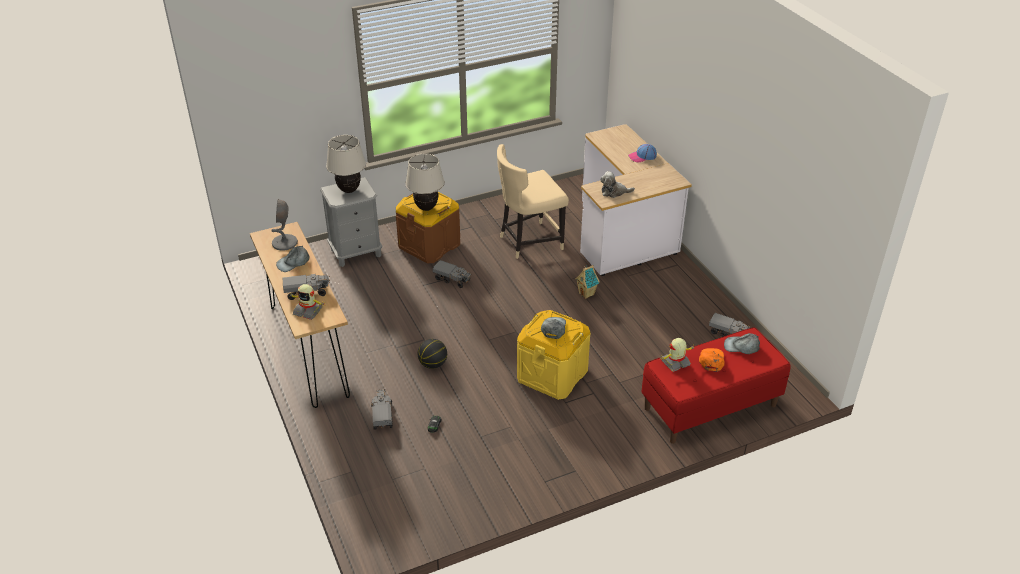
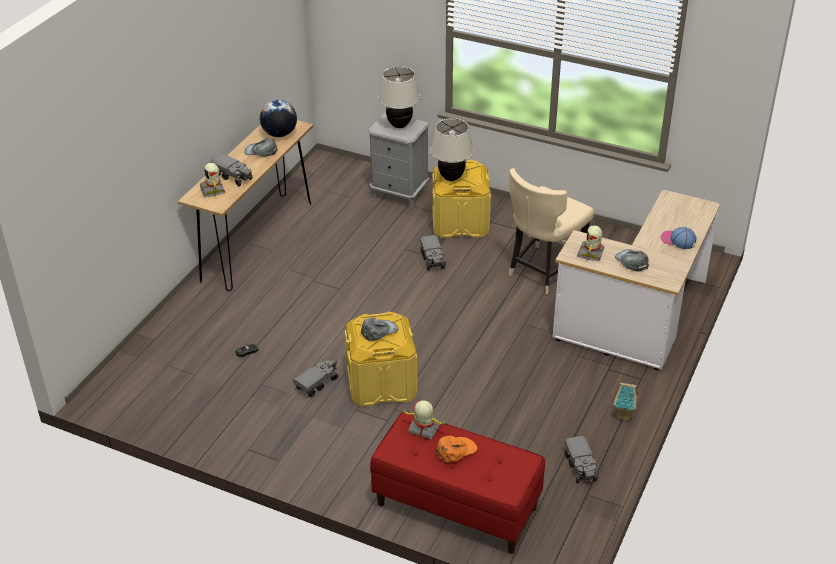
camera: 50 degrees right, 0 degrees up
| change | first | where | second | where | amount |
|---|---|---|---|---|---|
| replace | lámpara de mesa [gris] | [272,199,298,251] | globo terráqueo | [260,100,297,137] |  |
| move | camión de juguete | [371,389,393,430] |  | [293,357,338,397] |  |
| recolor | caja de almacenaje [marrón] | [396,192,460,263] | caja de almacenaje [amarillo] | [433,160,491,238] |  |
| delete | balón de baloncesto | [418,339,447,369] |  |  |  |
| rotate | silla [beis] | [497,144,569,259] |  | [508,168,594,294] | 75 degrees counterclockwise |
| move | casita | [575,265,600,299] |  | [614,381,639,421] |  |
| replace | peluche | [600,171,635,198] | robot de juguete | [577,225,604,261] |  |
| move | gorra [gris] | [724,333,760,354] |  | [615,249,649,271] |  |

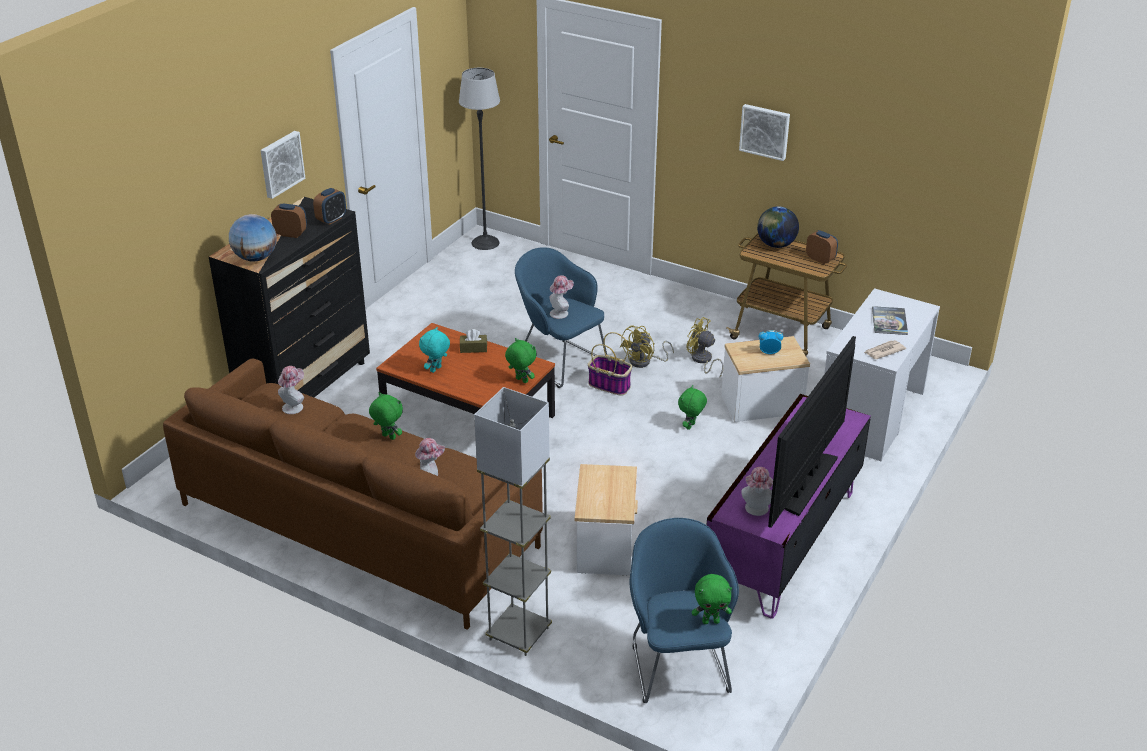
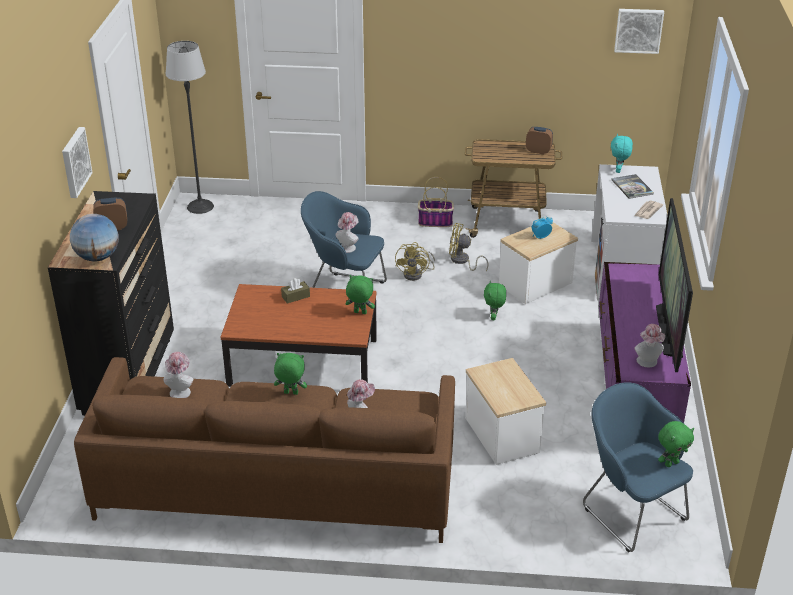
camera: 25 degrees left, 0 degrees up
| change | first | where | second | where | amount |
|---|---|---|---|---|---|
| delete | despertador | [313,188,346,225] |  |  |  |
| move | peluche [turquesa] | [419,327,450,373] |  | [611,134,633,173] |  |
| delete | lámpara de pie [gris] | [474,387,552,656] |  |  |  |
| move | cesta | [588,332,632,396] |  | [418,177,454,227] |  |
| move | cuadro | [739,104,790,161] |  | [614,9,664,54] |  |
| delete | globo terráqueo | [757,206,799,248] |  |  |  |

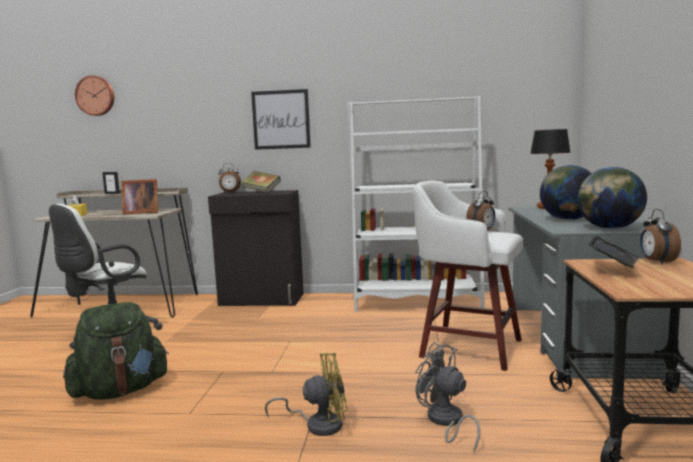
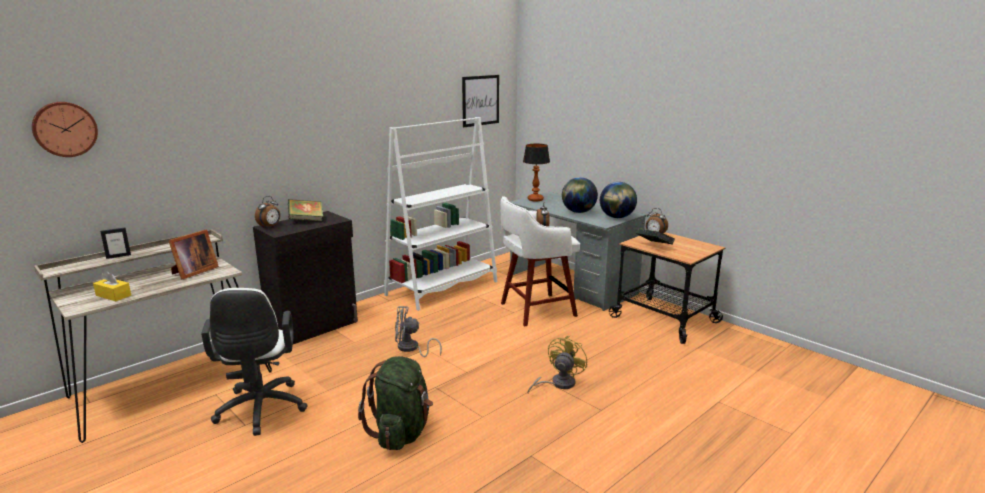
camera: 50 degrees left, 10 degrees up
| change | first | where | second | where | amount |
|---|---|---|---|---|---|
| move | cuadro | [251,89,311,150] |  | [462,75,499,127] |  |
| move | ventilador [gris] | [415,342,480,452] |  | [395,306,442,357] |  |

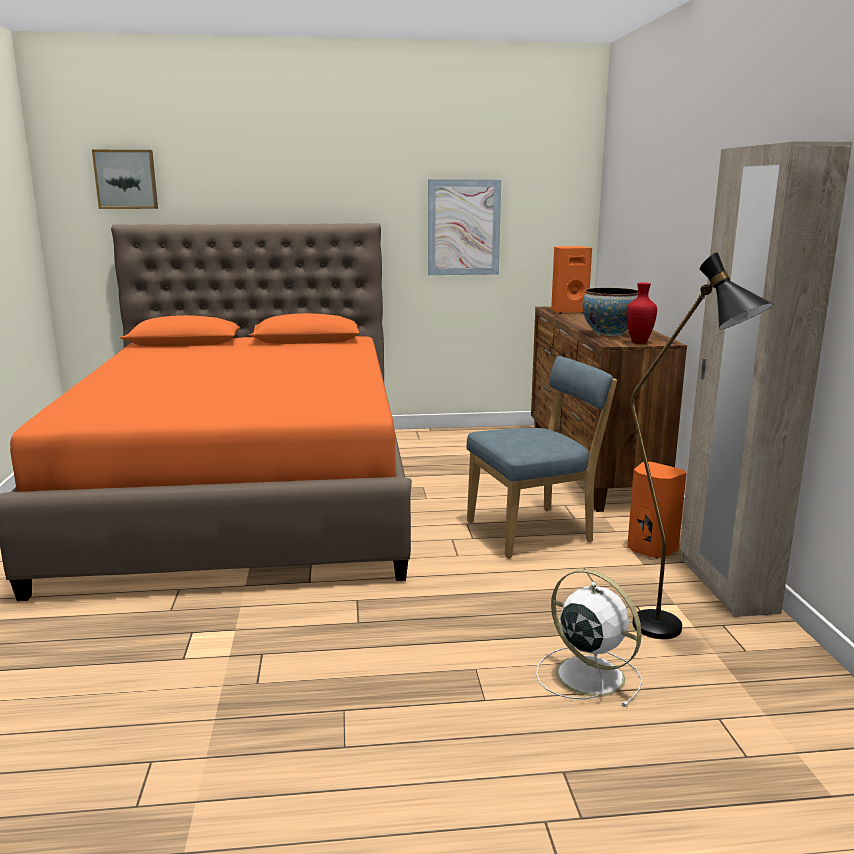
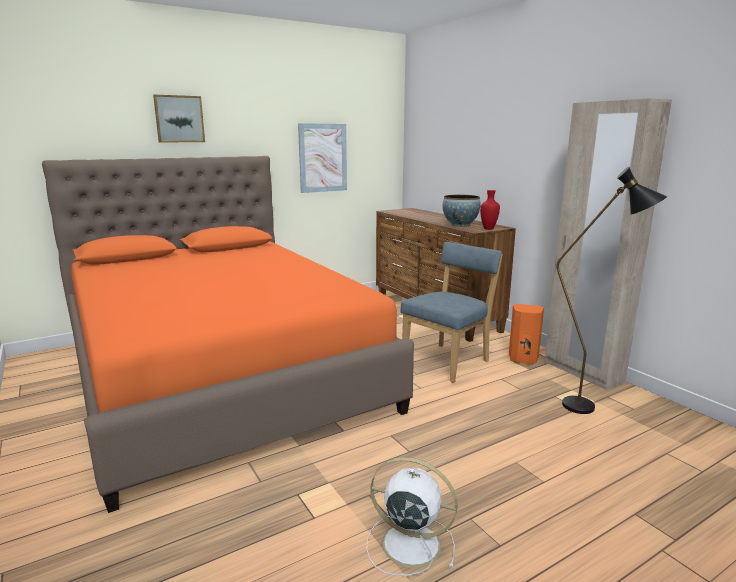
camera: 25 degrees left, 0 degrees up
| change | first | where | second | where | amount |
|---|---|---|---|---|---|
| move | cuadro | [92,150,158,209] |  | [153,95,205,142] |  |
| move | ventilador [blanco] | [536,569,642,707] |  | [366,457,458,576] |  |
| delete | altavoz [naranja] | [551,246,592,314] |  |  |  |

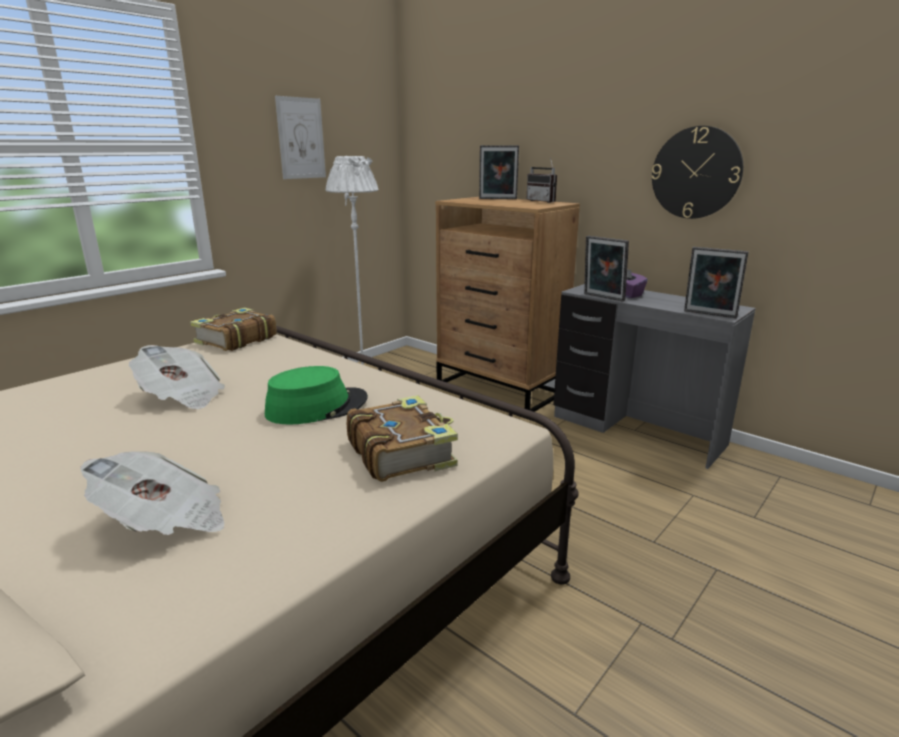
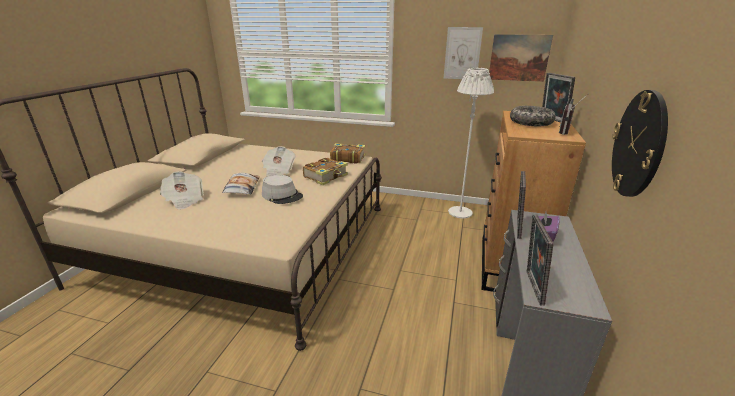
camera: 65 degrees right, 5 degrees up
| change | first | where | second | where | amount |
|---|---|---|---|---|---|
| recolor | sombrero [verde] | [265,366,368,425] | sombrero [gris] | [262,175,303,204] |  |
| move | libro | [347,395,458,482] |  | [303,158,348,185] |  |
| insert |  |  | cojín | [222,173,260,194] |  |
| insert |  |  | cuadro | [489,34,553,82] |  |
| insert |  |  | cuenco | [510,106,556,126] |  |

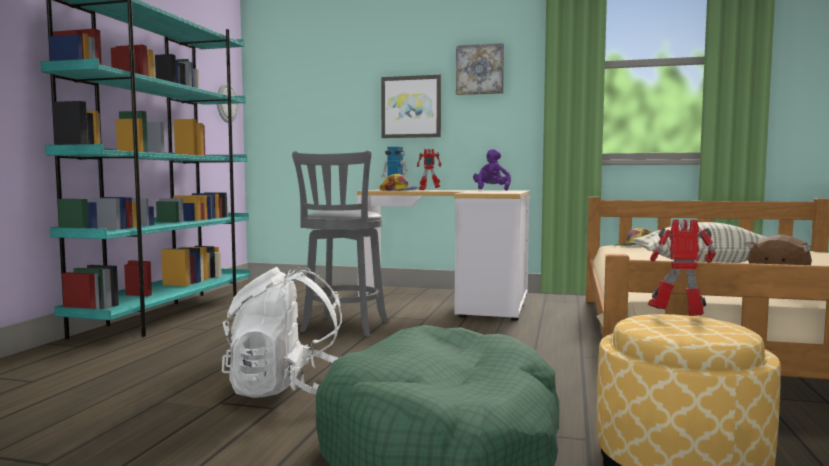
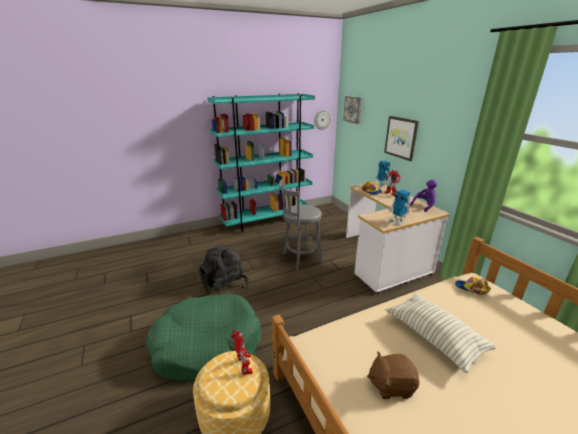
camera: 50 degrees right, 20 degrees up
| change | first | where | second | where | amount |
|---|---|---|---|---|---|
| recolor | mochila [blanco] | [222,267,342,398] | mochila [negro] | [199,244,249,296] |  |
| move | cuadro | [456,43,504,95] |  | [343,96,362,124] |  |
| insert |  |  | robot de juguete | [388,190,410,226] |  |

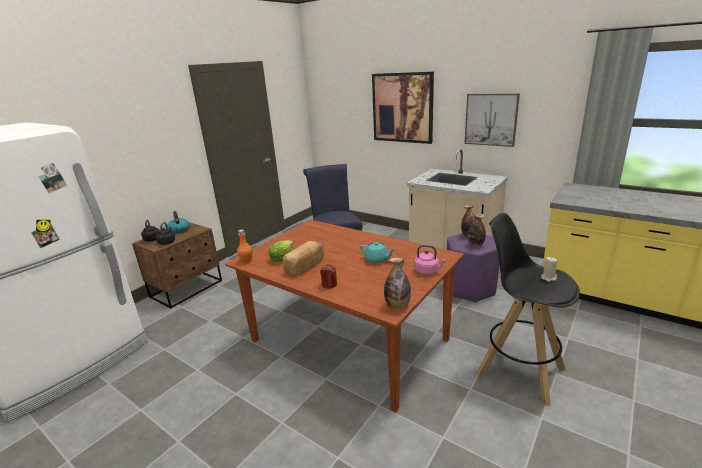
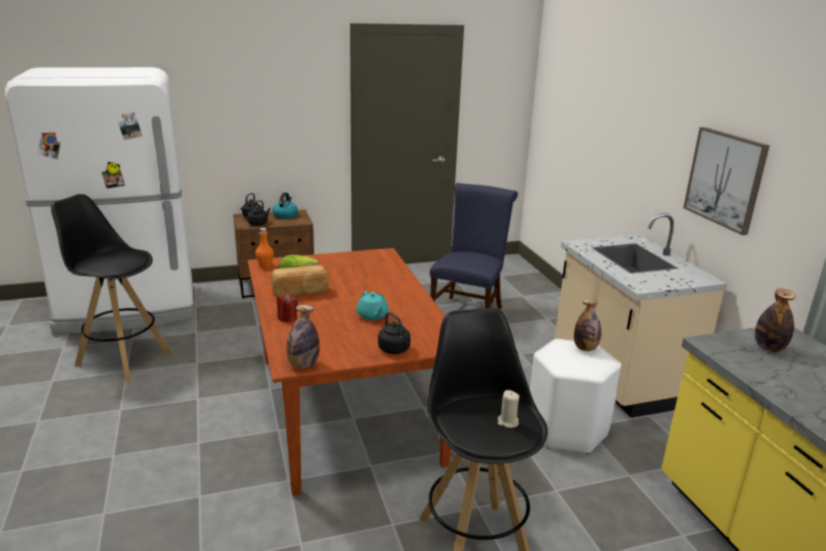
camera: 35 degrees right, 0 degrees up
| change | first | where | second | where | amount |
|---|---|---|---|---|---|
| delete | cuadro | [372,71,434,144] |  |  |  |
| recolor | hervidor [rosa] | [414,245,446,275] | hervidor [negro] | [378,312,411,354] |  |
| recolor | taburete [morado] | [447,233,499,303] | taburete [blanco] | [530,339,621,454] |  |
| move | botella | [467,213,486,247] |  | [755,288,796,352] |  |
| insert |  |  | taburete [negro] | [51,194,172,382] |  |

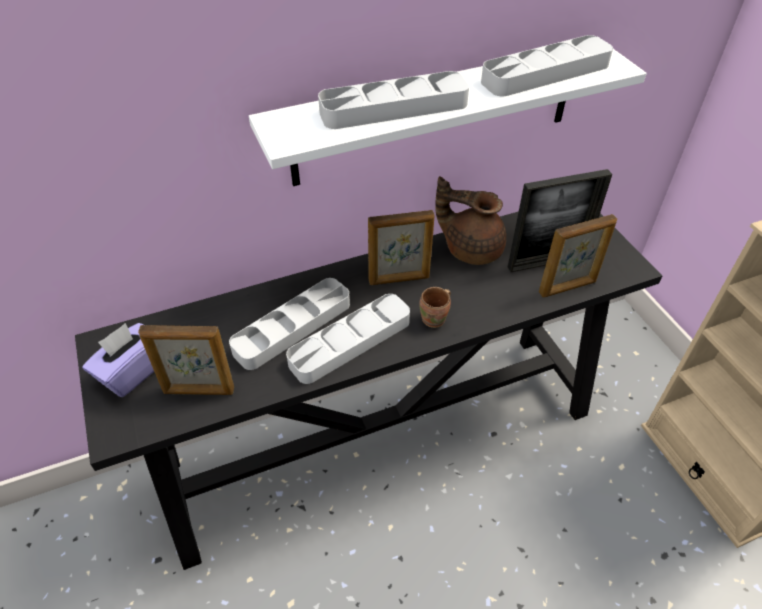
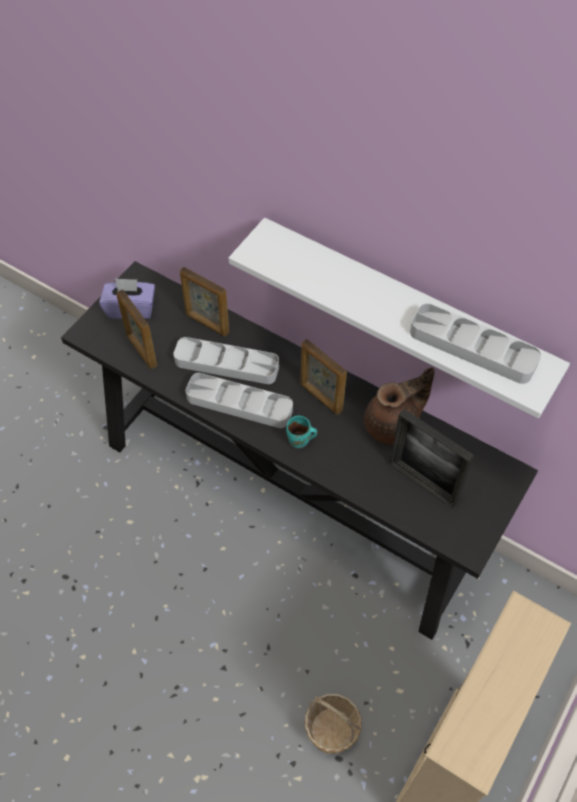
camera: 55 degrees right, 10 degrees up
| change | first | where | second | where | amount |
|---|---|---|---|---|---|
| delete | bandeja [gris] | [318,71,469,129] |  |  |  |
| recolor | taza grande [marrón] | [419,287,451,328] | taza grande [turquesa] | [286,416,318,448] |  |
| rotate | tetera [marrón] | [435,176,506,265] |  | [364,367,435,445] | 75 degrees clockwise |
| move | portarretratos | [539,214,617,297] |  | [180,267,229,336] |  |
| insert |  |  | cesta | [305,694,362,754] |  |

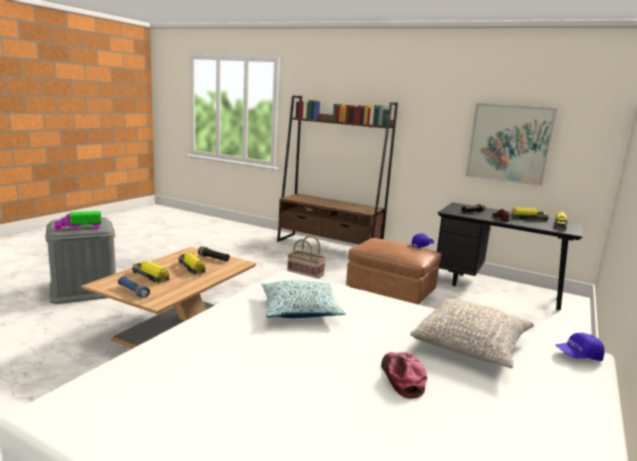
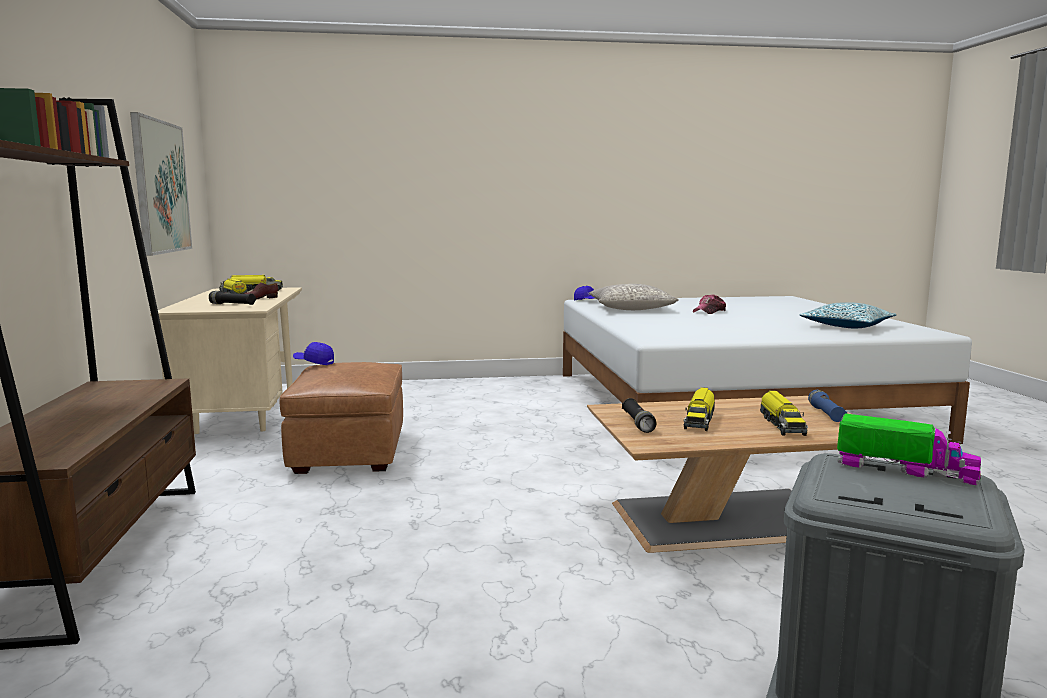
camera: 125 degrees left, 5 degrees down
| change | first | where | second | where | amount |
|---|---|---|---|---|---|
| move | cojín | [261,280,346,318] |  | [799,302,896,328] |  |
| delete | cesta | [287,235,326,279] |  |  |  |
| recolor | escritorio [negro] | [437,202,582,310] | escritorio [beis] | [150,287,302,434] |  |

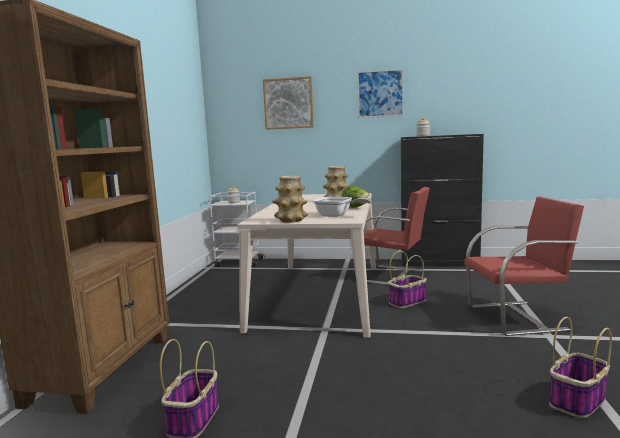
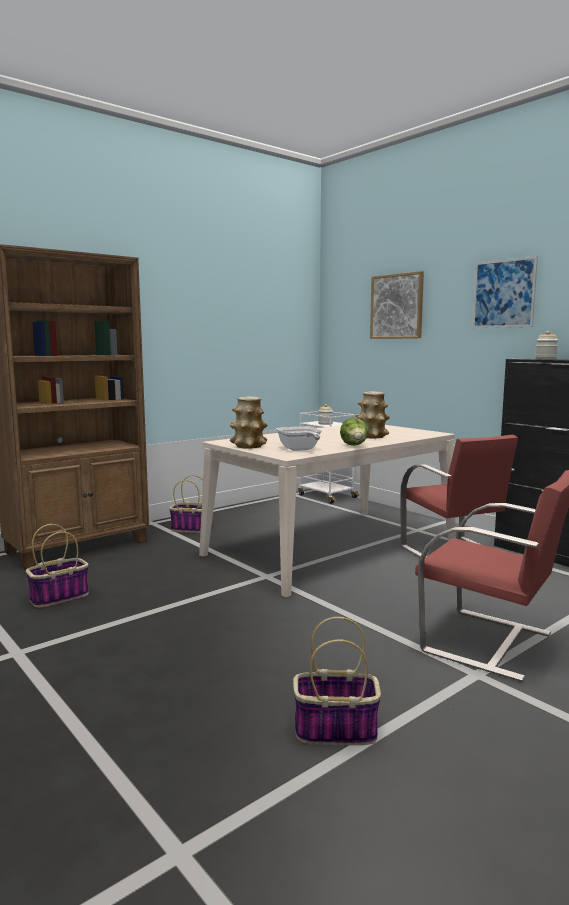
camera: 40 degrees right, 0 degrees up
| change | first | where | second | where | amount |
|---|---|---|---|---|---|
| move | cesta | [388,251,427,308] |  | [169,475,212,533] |  |

